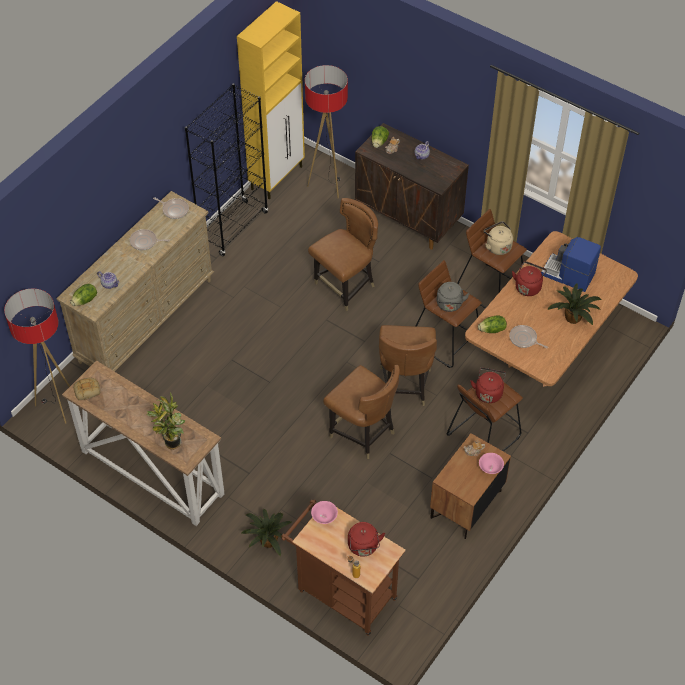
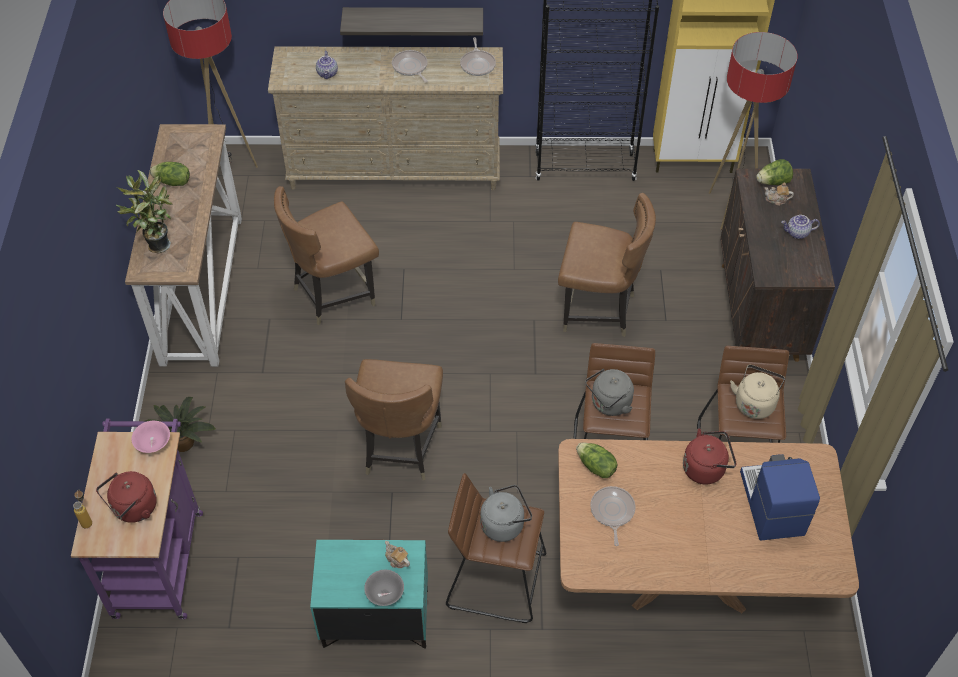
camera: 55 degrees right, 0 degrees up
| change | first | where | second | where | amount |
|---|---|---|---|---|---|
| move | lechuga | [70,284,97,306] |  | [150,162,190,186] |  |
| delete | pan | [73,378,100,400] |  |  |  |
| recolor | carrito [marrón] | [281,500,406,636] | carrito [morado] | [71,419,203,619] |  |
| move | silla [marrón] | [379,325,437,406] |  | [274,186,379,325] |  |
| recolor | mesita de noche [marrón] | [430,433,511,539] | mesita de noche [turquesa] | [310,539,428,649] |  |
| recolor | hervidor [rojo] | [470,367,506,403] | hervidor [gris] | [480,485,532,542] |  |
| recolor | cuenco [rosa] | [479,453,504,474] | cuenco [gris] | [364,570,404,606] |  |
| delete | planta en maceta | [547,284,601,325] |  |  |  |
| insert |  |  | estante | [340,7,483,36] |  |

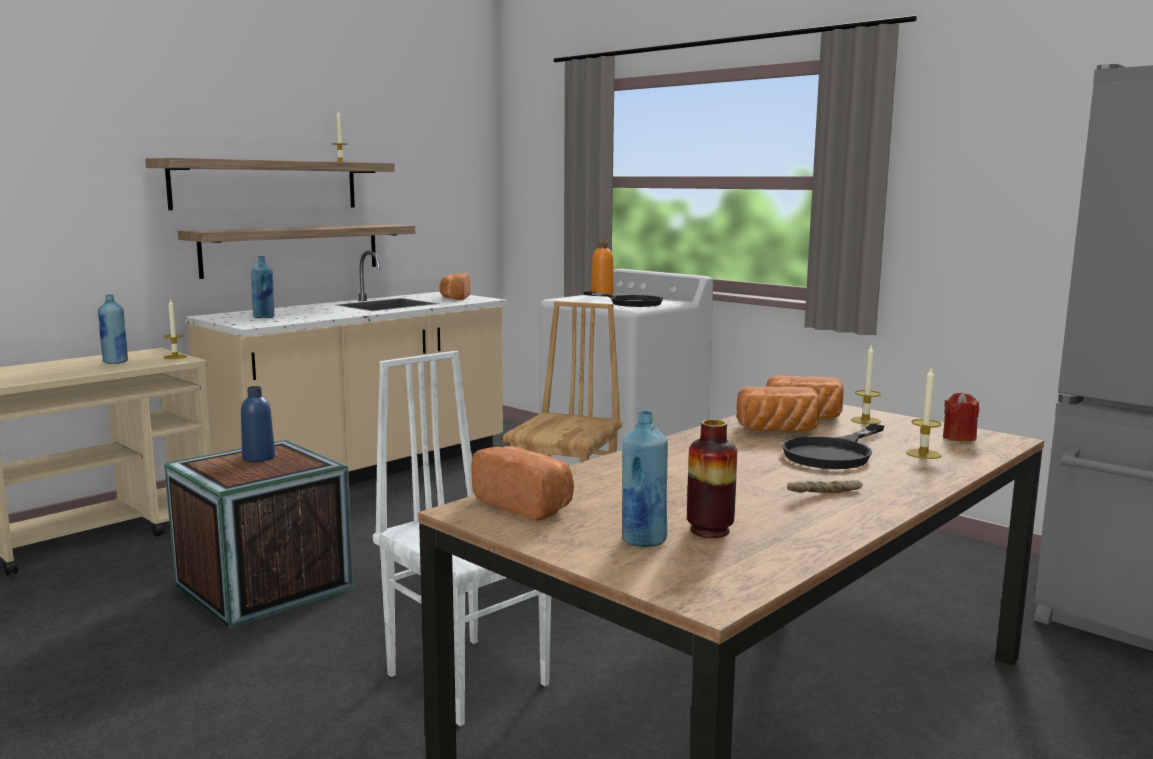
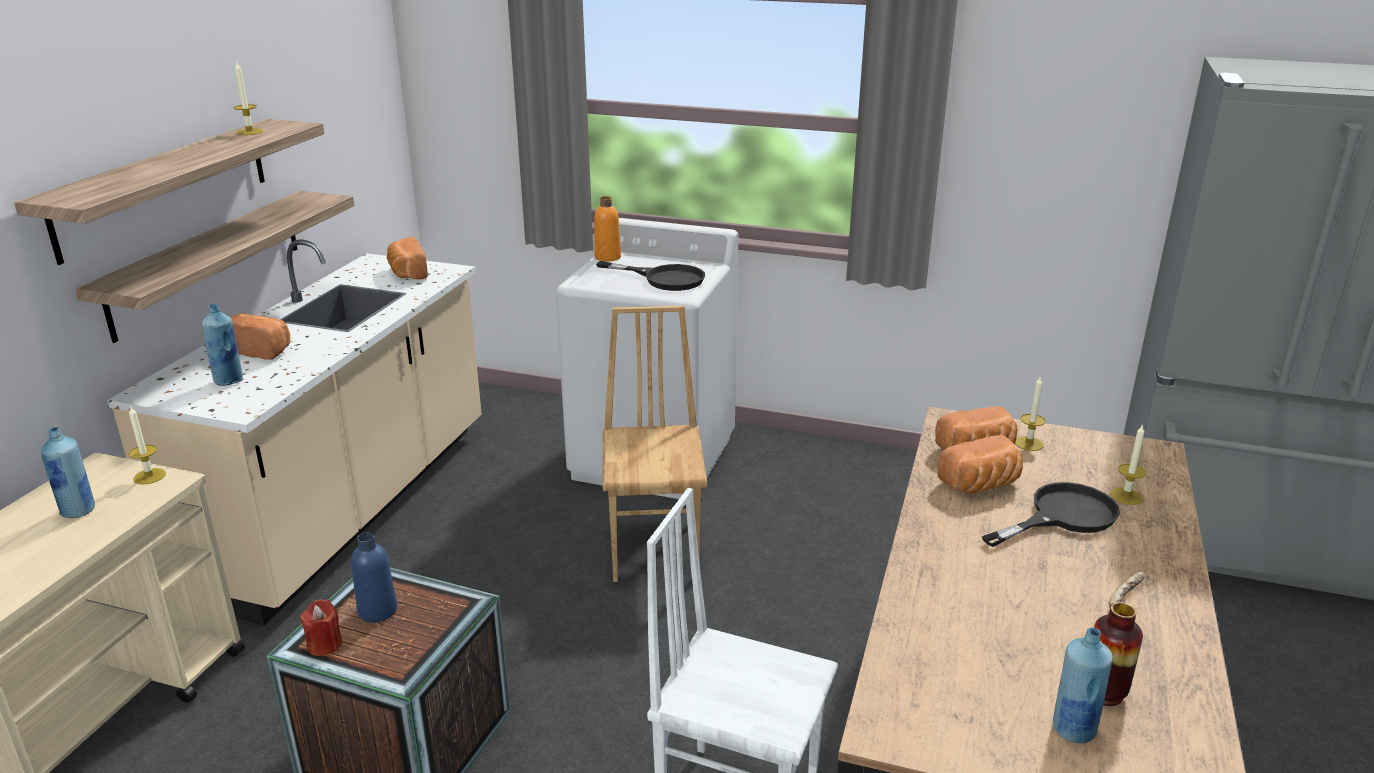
camera: 25 degrees left, 15 degrees up
| change | first | where | second | where | amount |
|---|---|---|---|---|---|
| move | pan | [471,446,574,521] |  | [229,313,290,360] |  |
| rotate | sartén [negro] | [782,424,884,469] |  | [982,482,1120,547] | 135 degrees counterclockwise |
| move | vela [rojo] | [943,392,979,441] |  | [300,599,342,656] |  |

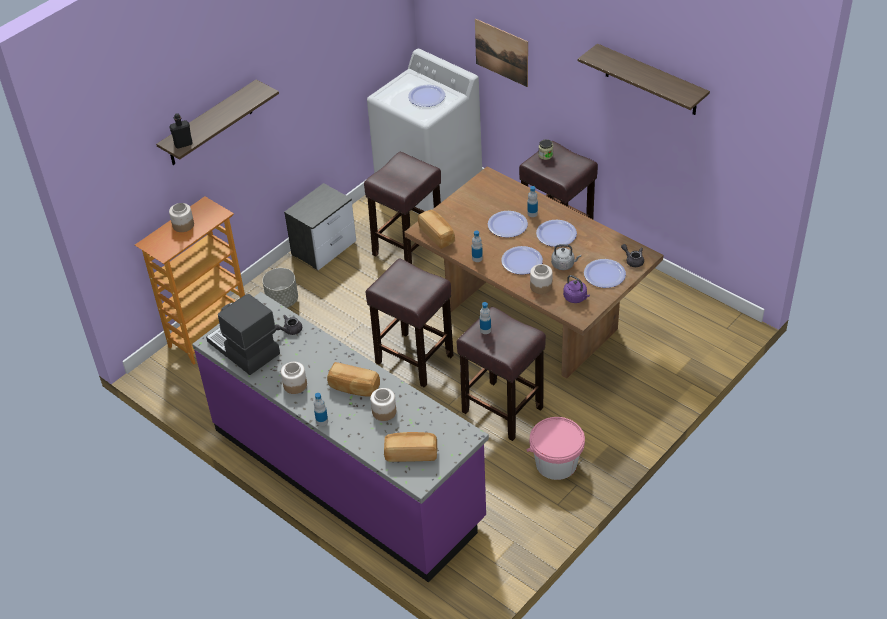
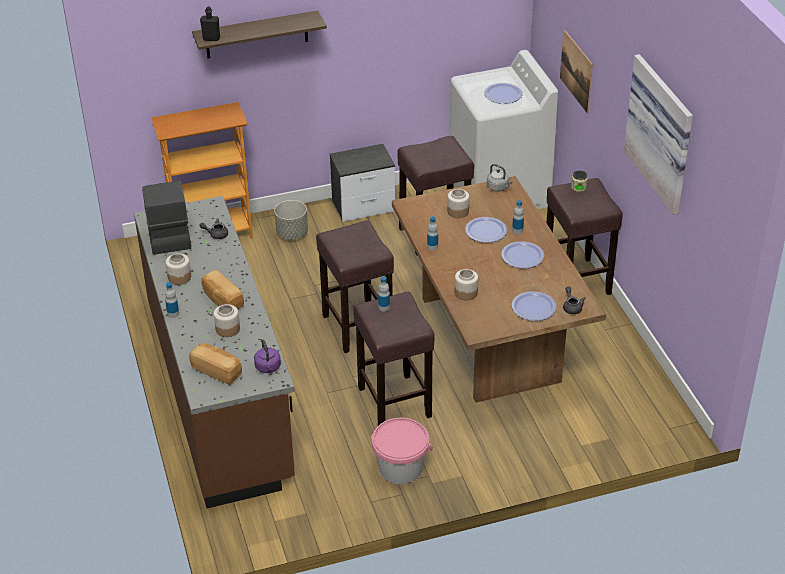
camera: 30 degrees right, 5 degrees down
| change | first | where | second | where | amount |
|---|---|---|---|---|---|
| move | tarro | [169,203,194,232] |  | [447,189,469,218] |  |
| recolor | mueble bajo de cocina [morado] | [192,292,489,583] | mueble bajo de cocina [marrón] | [134,196,295,508] |  |
| delete | pan | [418,209,455,249] |  |  |  |
| delete | plato | [501,246,543,275] |  |  |  |
| move | hervidor [gris] | [551,244,581,270] |  | [487,164,513,192] |  |
| move | hervidor [morado] | [563,275,590,303] |  | [254,339,281,373] |  |
| replace | estante | [578,44,710,115] | cuadro | [624,54,693,215] |  |

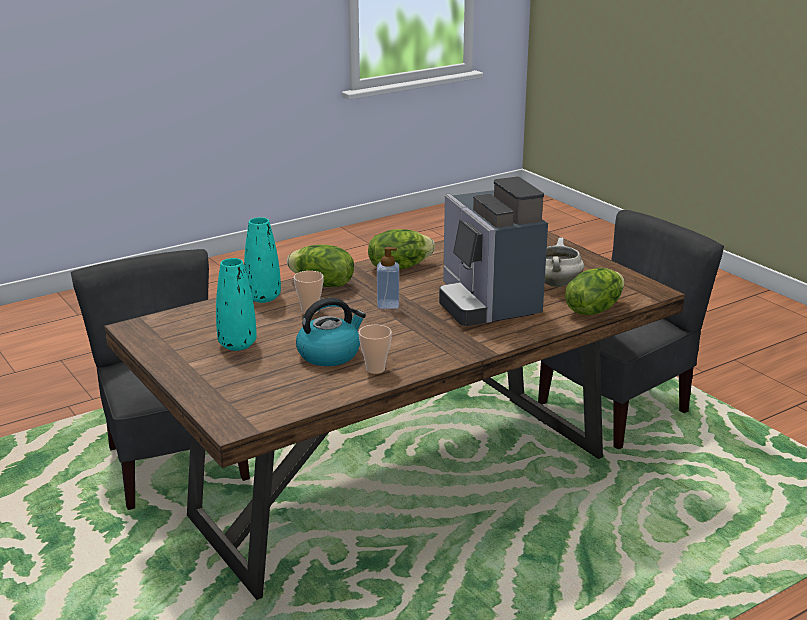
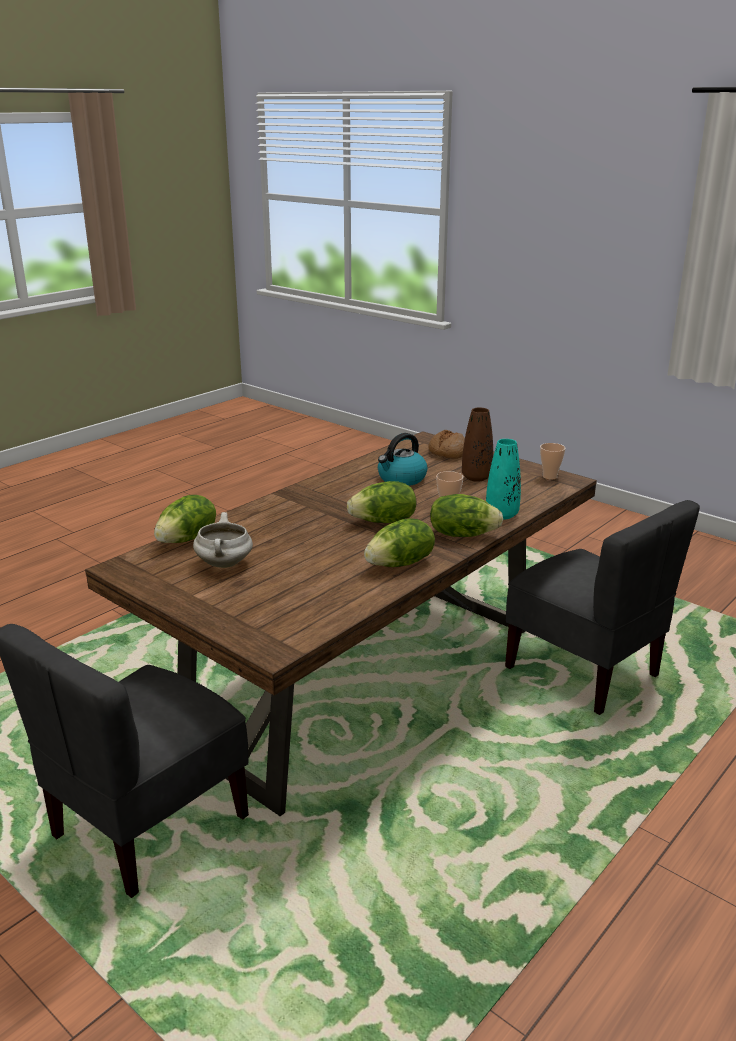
camera: 165 degrees right, 0 degrees up
| change | first | where | second | where | amount |
|---|---|---|---|---|---|
| recolor | florero [turquesa] | [216,258,257,351] | florero [marrón] | [462,408,493,482] |  |
| move | taza | [358,325,392,374] |  | [540,443,566,480] |  |
| replace | dispensador de jabón | [377,247,399,309] | lechuga | [347,481,416,523] |  |
| delete | cafetera | [439,177,548,326] |  |  |  |
| insert |  |  | pan | [428,430,465,459] |  |

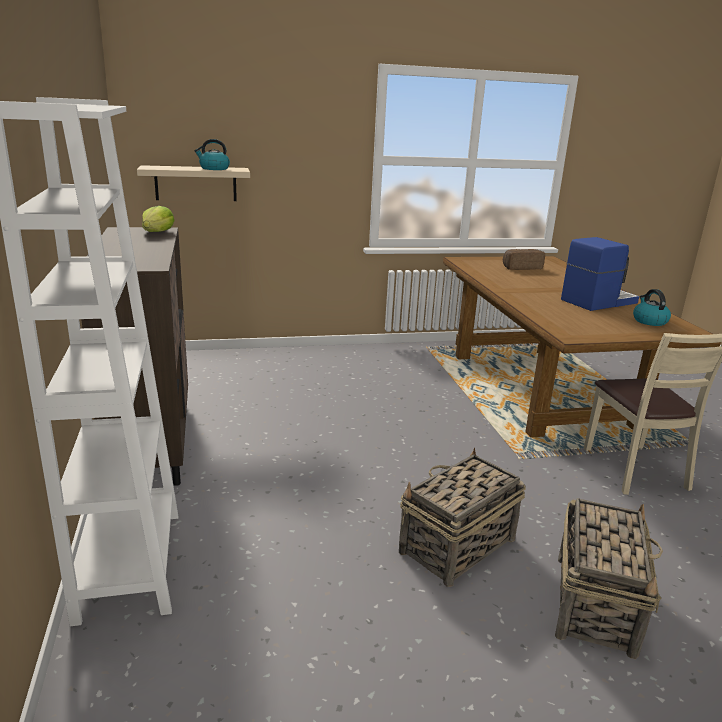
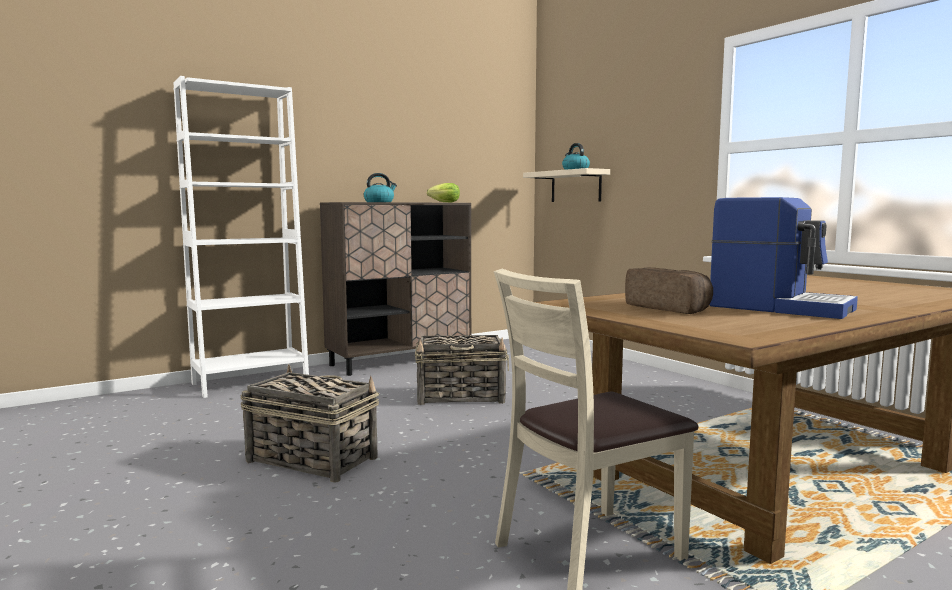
camera: 70 degrees right, 15 degrees down
| change | first | where | second | where | amount |
|---|---|---|---|---|---|
| move | pan | [503,249,545,270] |  | [625,268,713,314] |  |
| move | cesta | [555,498,663,659] |  | [415,335,509,405] |  |
| move | hervidor | [633,289,671,326] |  | [364,173,397,202] |  |

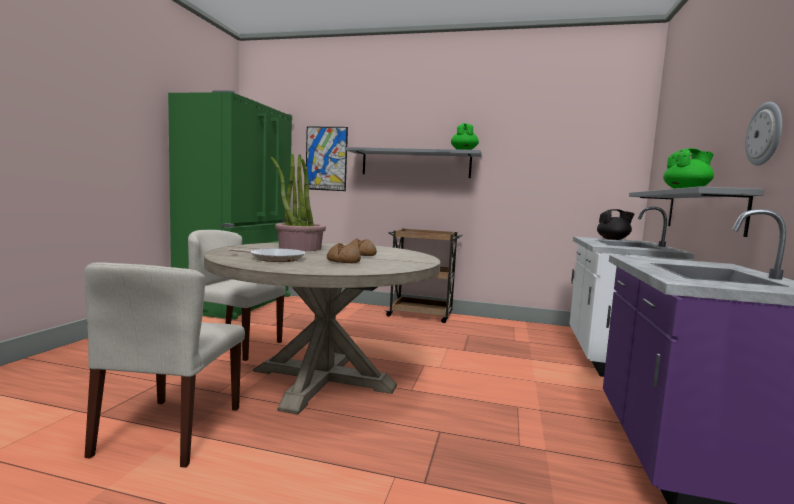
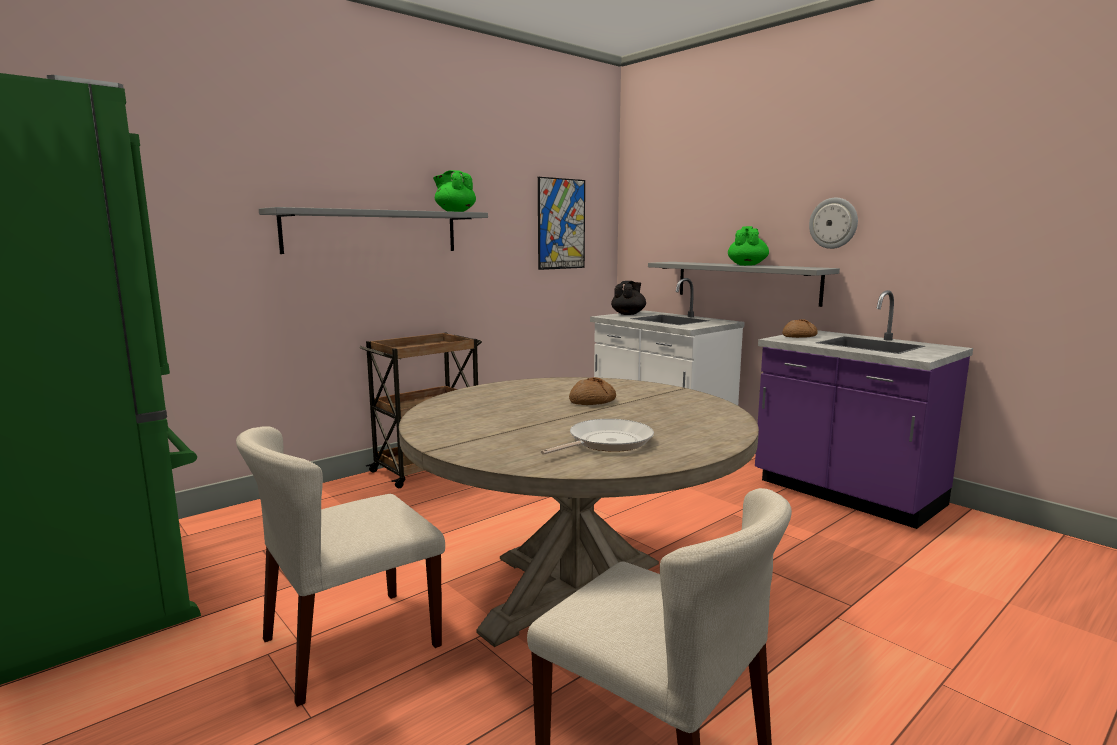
camera: 55 degrees left, 5 degrees up
| change | first | where | second | where | amount |
|---|---|---|---|---|---|
| delete | planta en maceta | [271,154,326,251] |  |  |  |
| move | cuadro | [306,126,348,191] |  | [538,177,585,270] |  |
| move | pan | [327,243,361,263] |  | [782,319,818,338] |  |

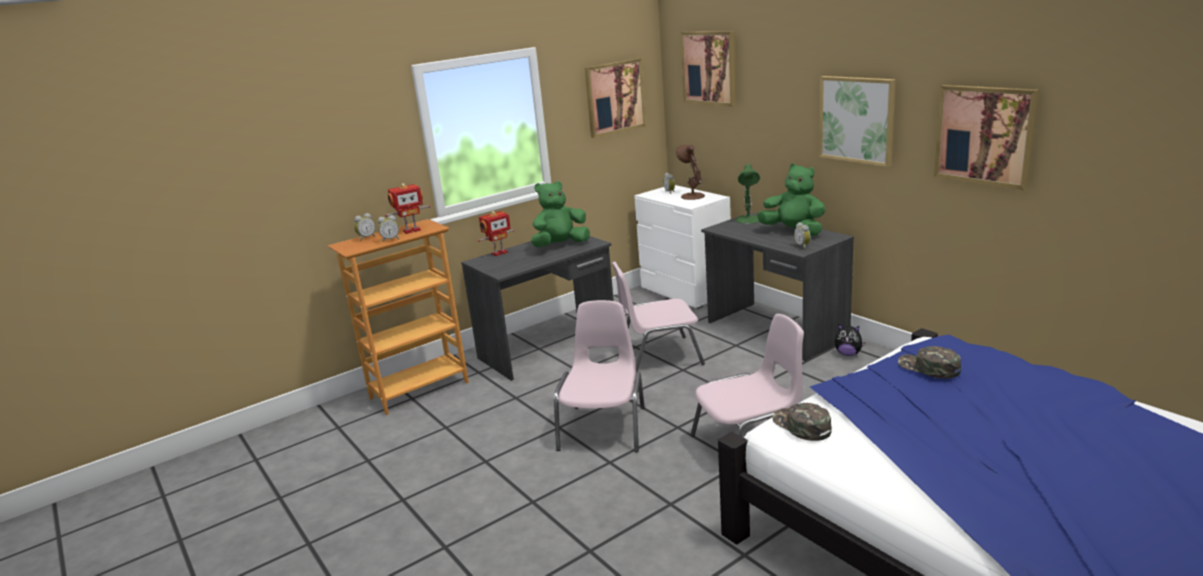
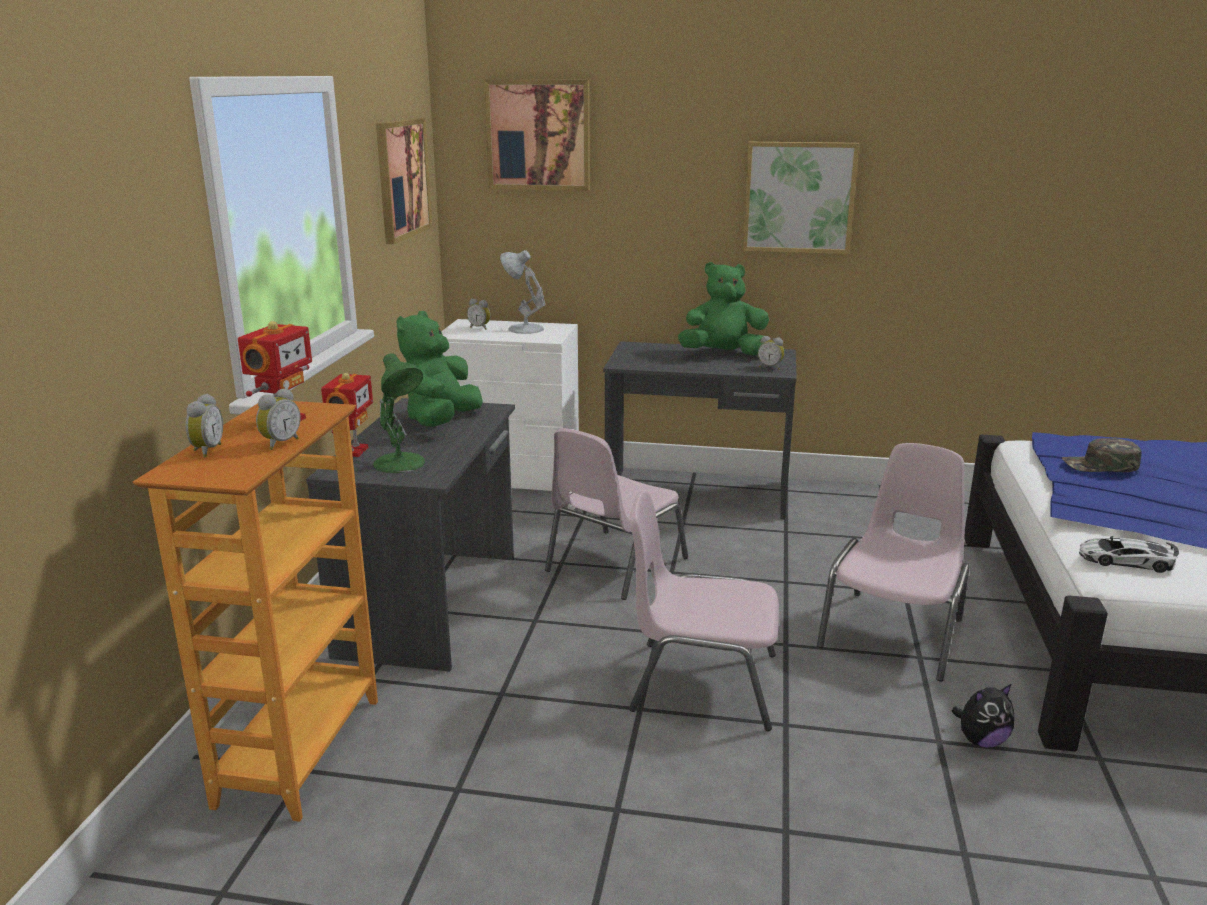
camera: 45 degrees left, 0 degrees up
| change | first | where | second | where | amount |
|---|---|---|---|---|---|
| rotate | silla [rosa] | [554,300,645,452] |  | [629,489,779,731] | 45 degrees counterclockwise |
| recolor | lámpara de mesa [marrón] | [676,145,705,200] | lámpara de mesa [blanco] | [500,250,545,334] |  |
| move | lámpara de mesa [verde] | [736,164,760,224] |  | [373,353,425,473] |  |
| replace | gorra [verde] | [772,403,832,441] | coche de juguete | [1079,536,1179,573] |  |
| move | peluche | [835,324,866,356] |  | [951,684,1014,747] |  |
| delete | cuadro | [934,85,1039,190] |  |  |  |

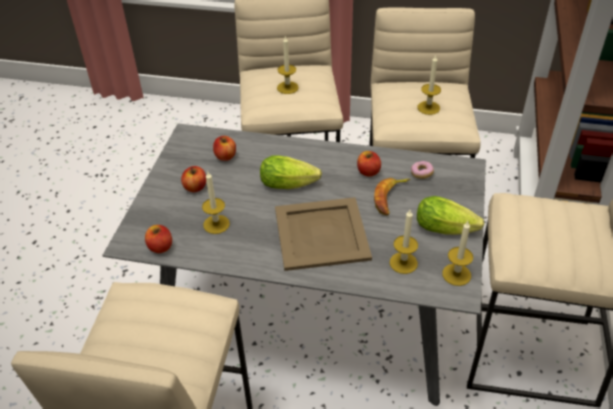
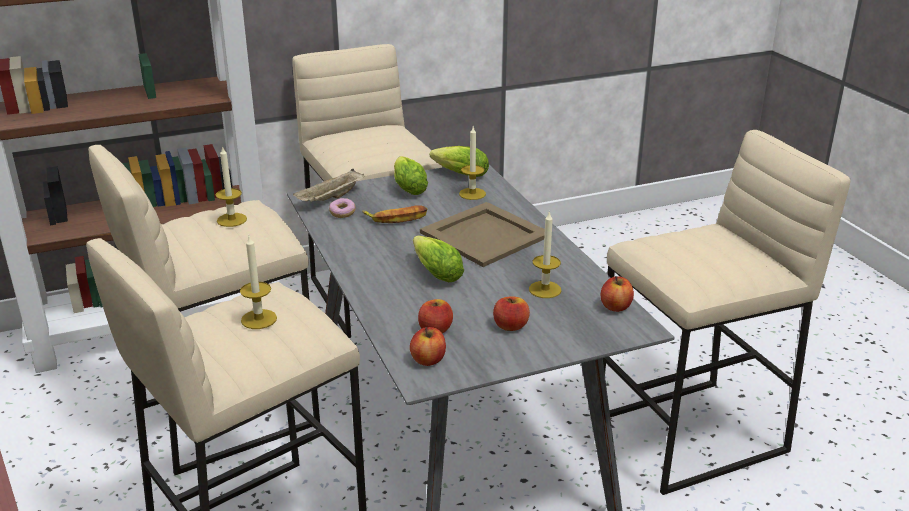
camera: 125 degrees left, 15 degrees down
| change | first | where | second | where | amount |
|---|---|---|---|---|---|
| move | manzana | [357,151,381,177] |  | [410,327,446,366] |  |
| replace | vela | [442,221,473,286] | lechuga | [430,146,489,177] |  |
| insert |  |  | bandeja [beis] | [293,169,365,202] |  |

